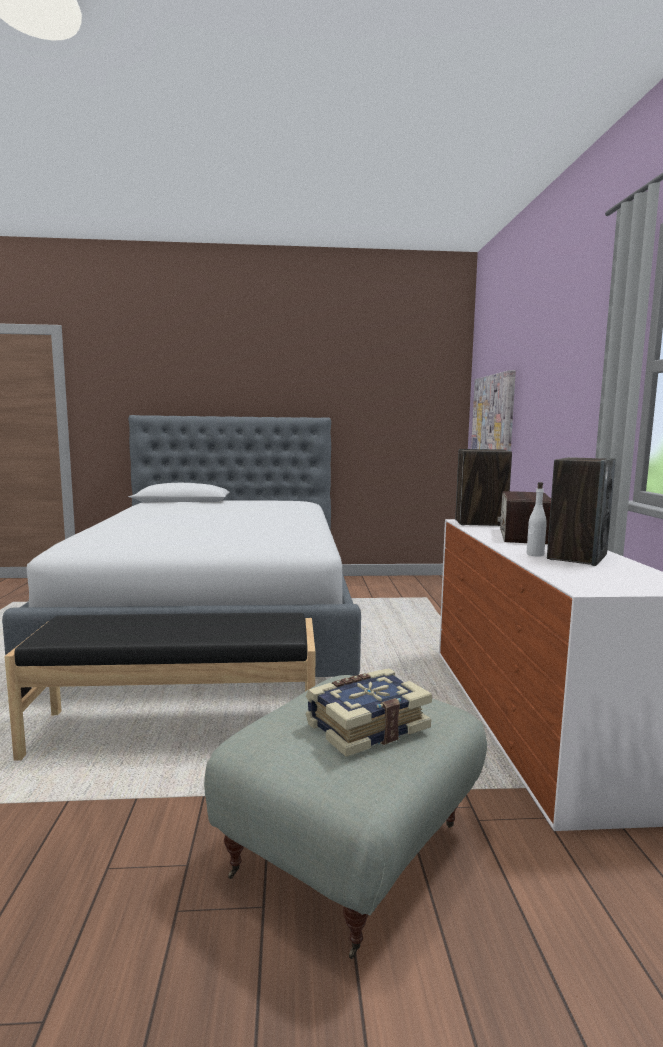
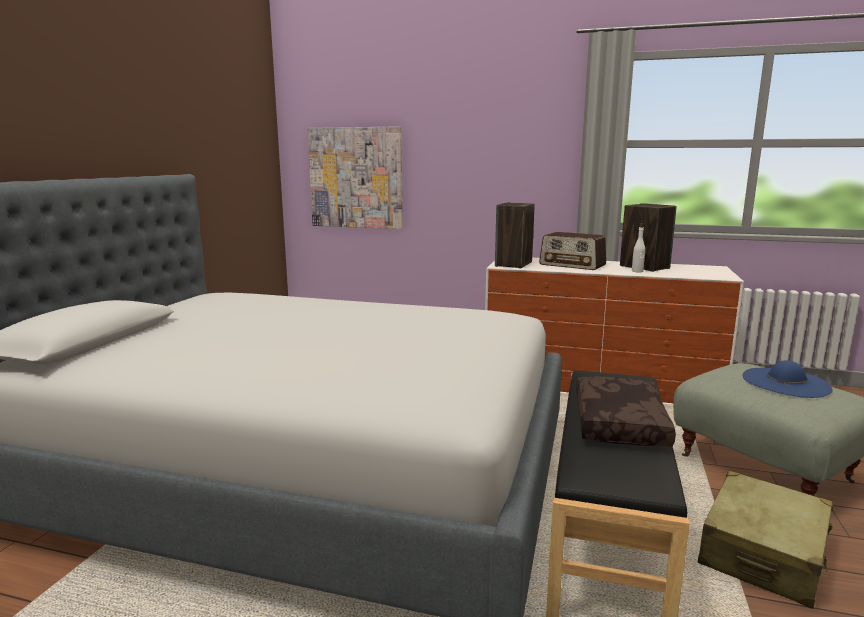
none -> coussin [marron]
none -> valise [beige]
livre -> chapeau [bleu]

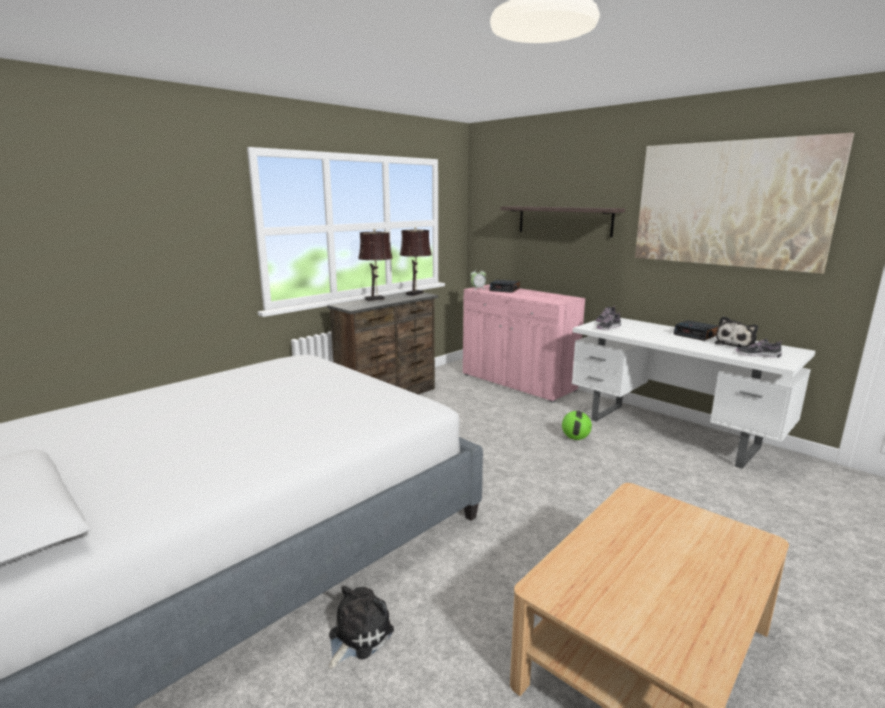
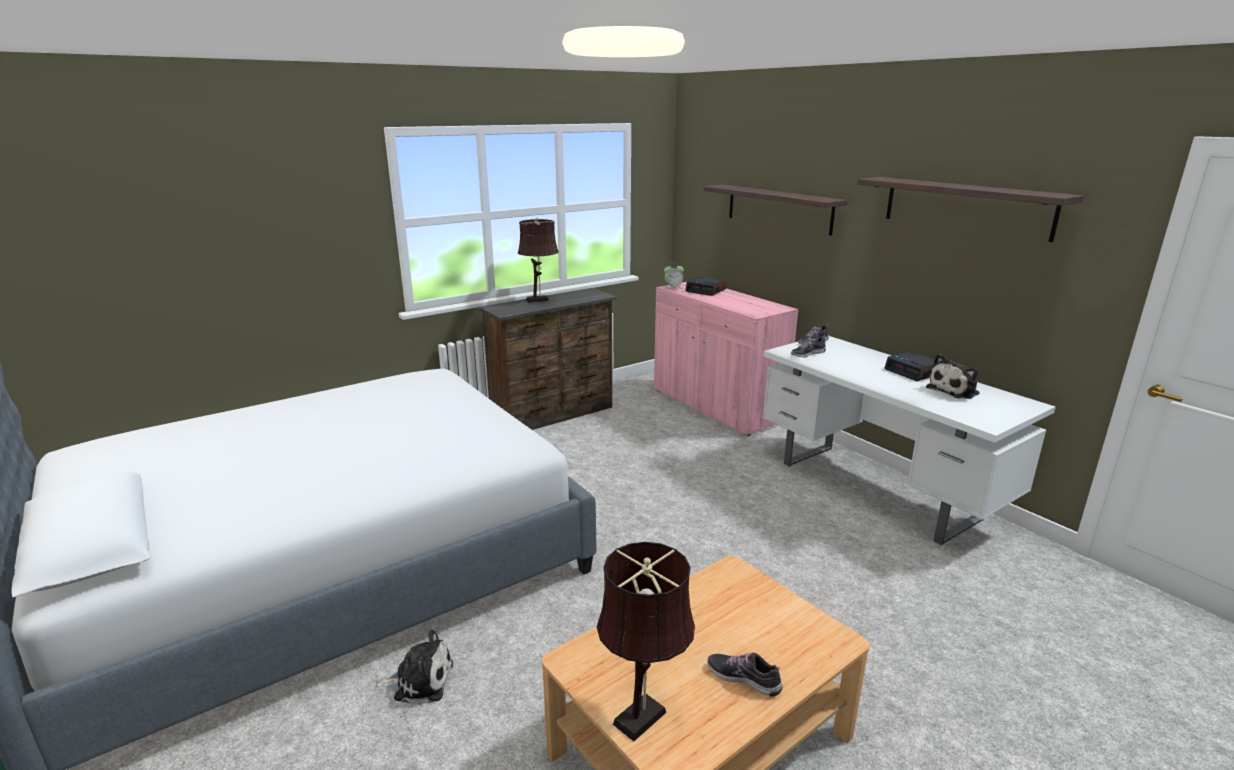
ballon de foot -> none
lampe de table [marron] (no. 2 from left), relocated
chaussure (no. 3 from left in the first image) -> chaussure (no. 1 from left), relocated
tableau -> étagère (no. 2 from left)
peluche (no. 1 from left), 45 degrees clockwise

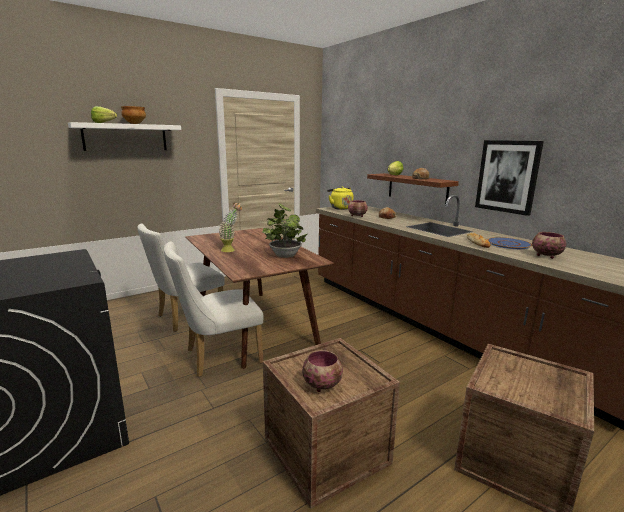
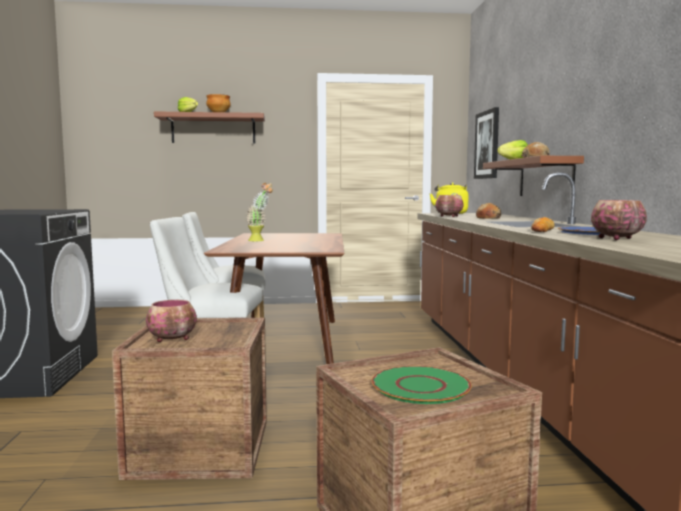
plante en pot (no. 2 from left) -> none
none -> assiette [vert]
tableau, relocated
étagère [blanc] -> étagère [marron] (no. 1 from left)

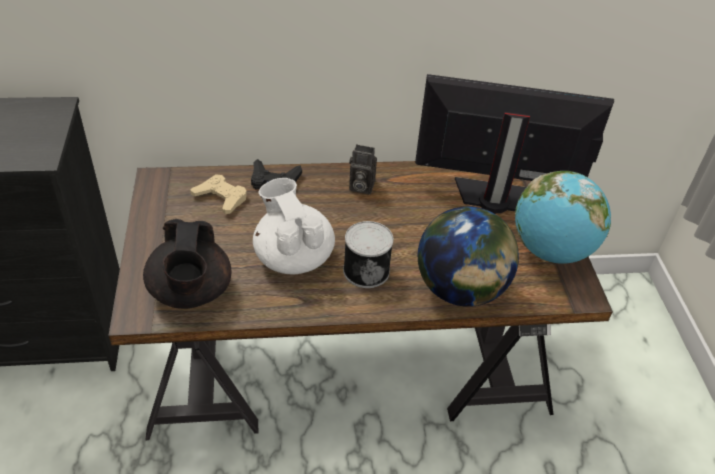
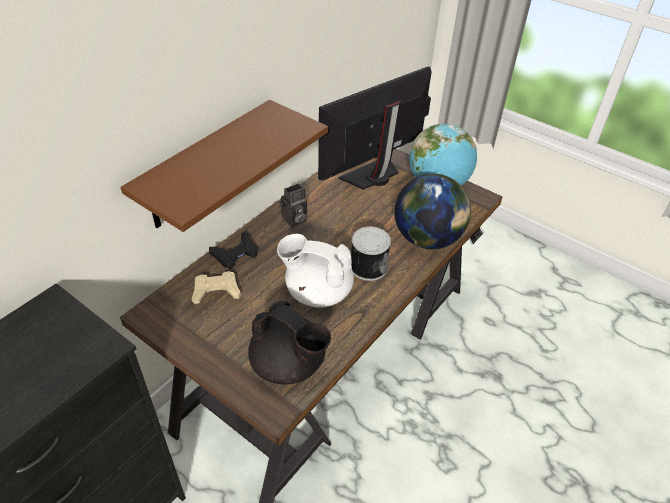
none -> étagère [marron]

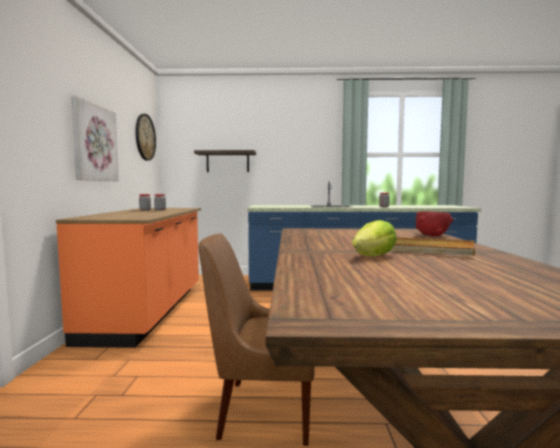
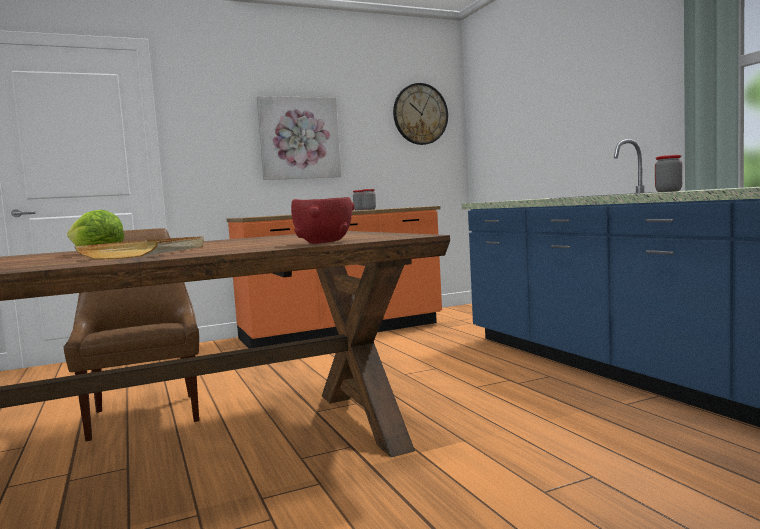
étagère -> none

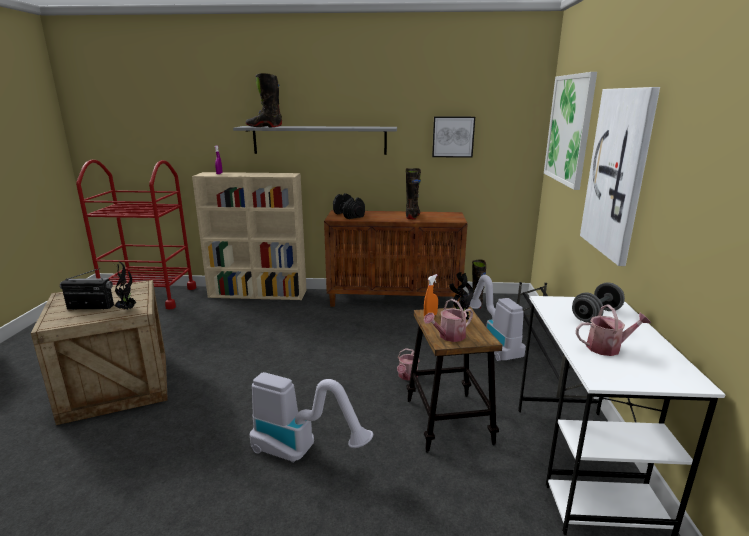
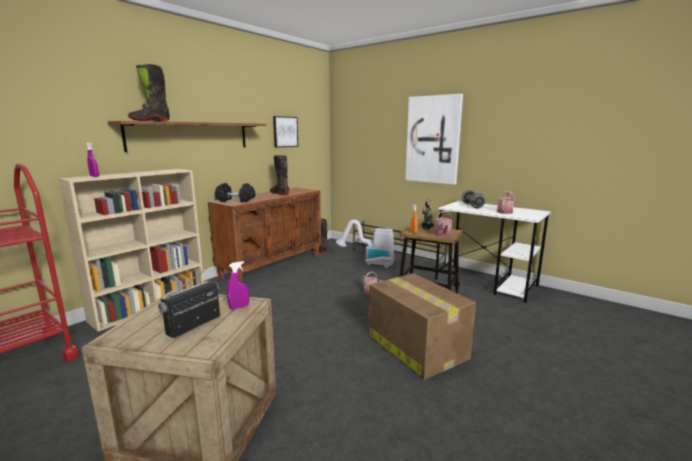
tableau (no. 2 from left) -> none
plante en pot (no. 1 from left) -> vaporisateur [violet] (no. 2 from left)
aspirateur (no. 1 from left) -> carton
étagère [gris] -> étagère [marron]

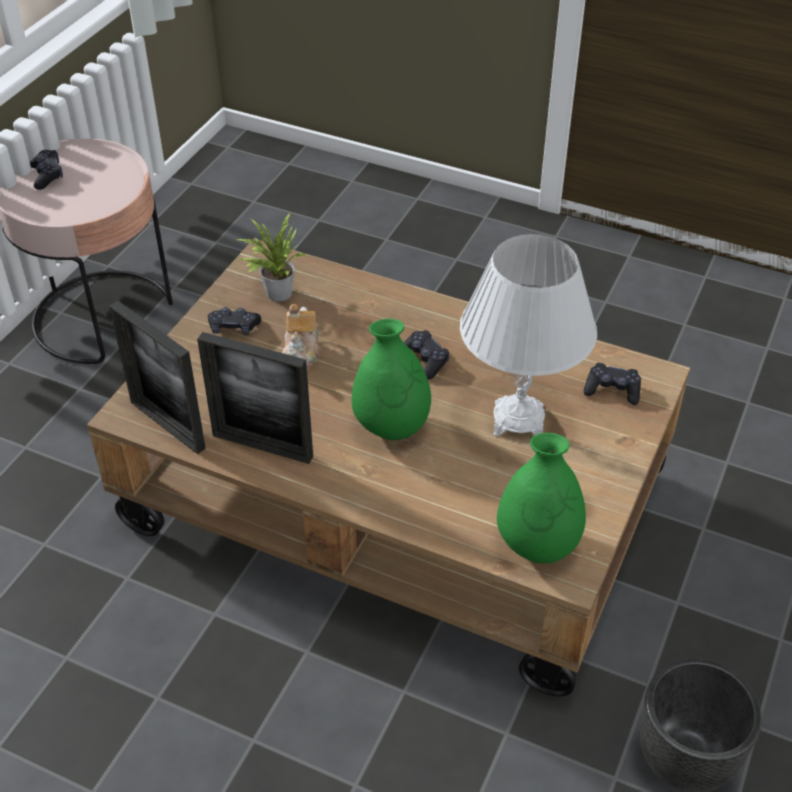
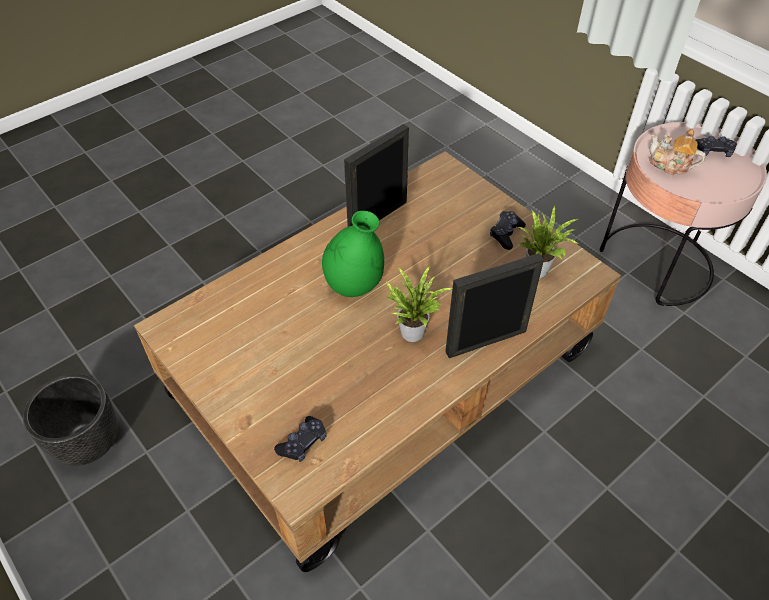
lampe de table [blanc] -> none
vase [vert] (no. 2 from left) -> none
cadre photo (no. 1 from left in the first image) -> cadre photo (no. 2 from left), relocated
théière, relocated
manette [noir] (no. 3 from left) -> plante en pot (no. 1 from left)

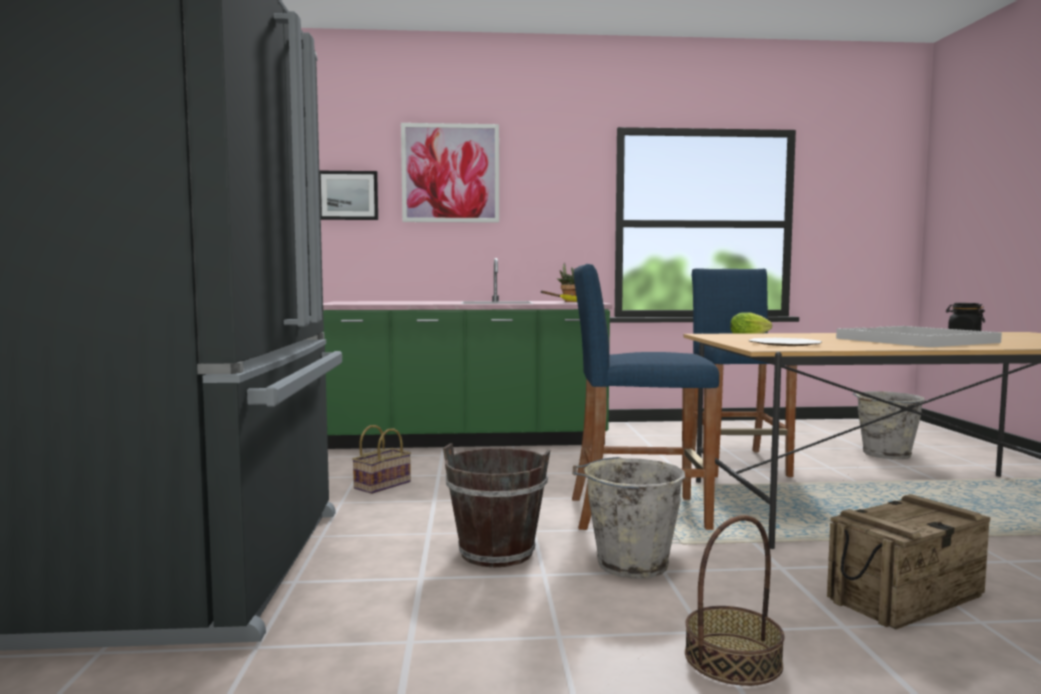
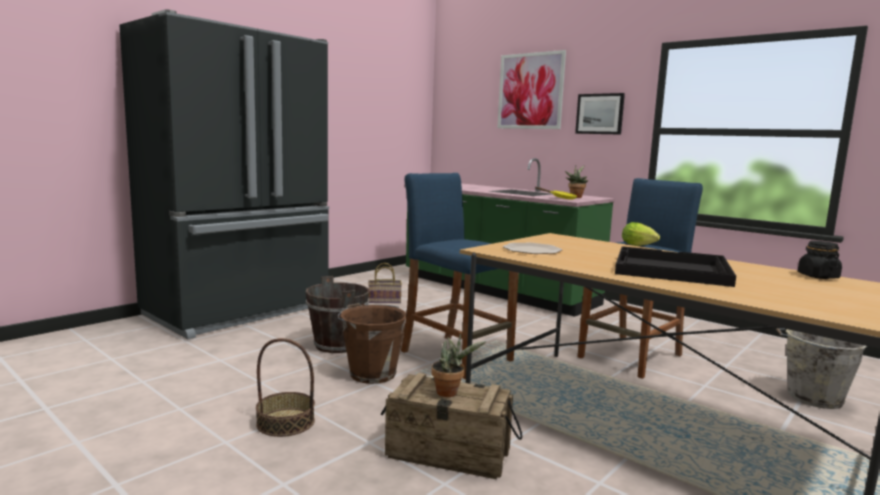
none -> plante en pot (no. 1 from left)
tableau (no. 1 from left in the first image) -> tableau (no. 2 from left), relocated
seau [gris] (no. 1 from left) -> seau [marron] (no. 2 from left)
plateau [blanc] -> plateau [noir]

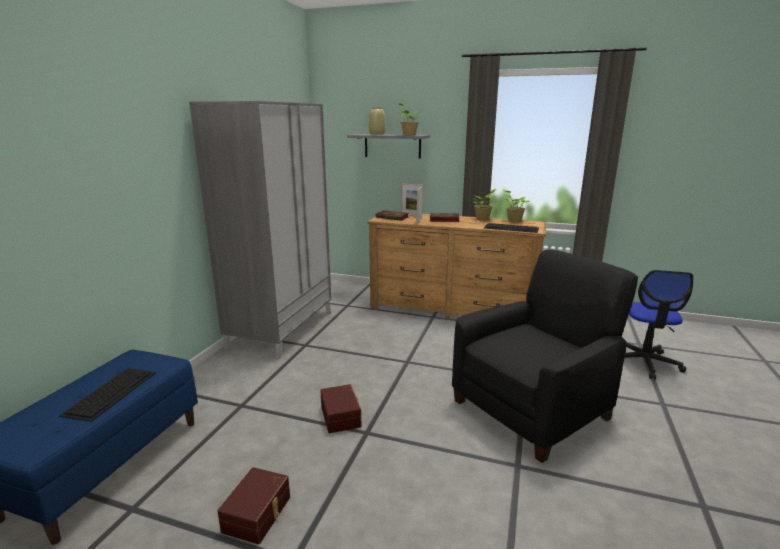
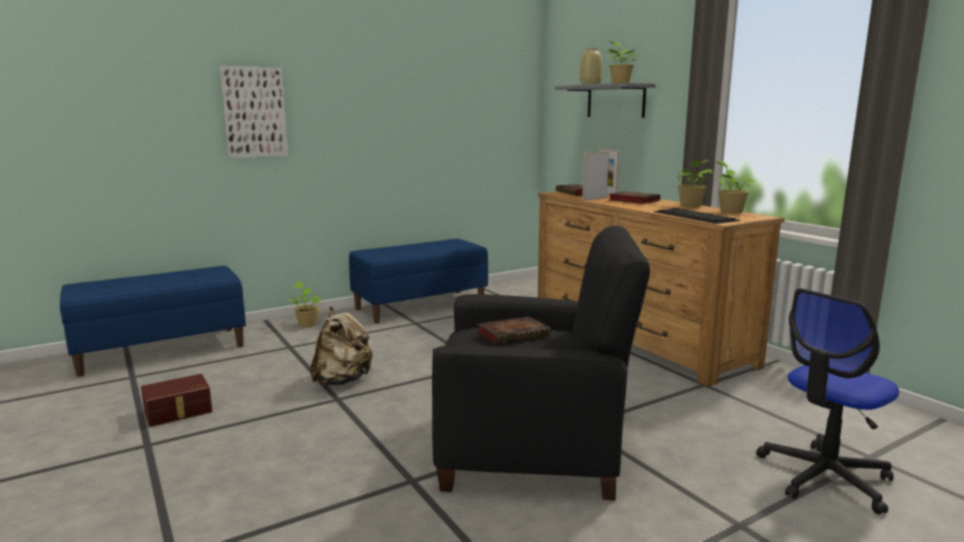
clavier (no. 1 from left) -> none
none -> tableau
none -> plante en pot (no. 1 from left)
none -> livre (no. 1 from left)
armoire [gris] -> banc [bleu] (no. 2 from left)
boîte de rangement [marron] (no. 2 from left) -> sac à dos [beige]

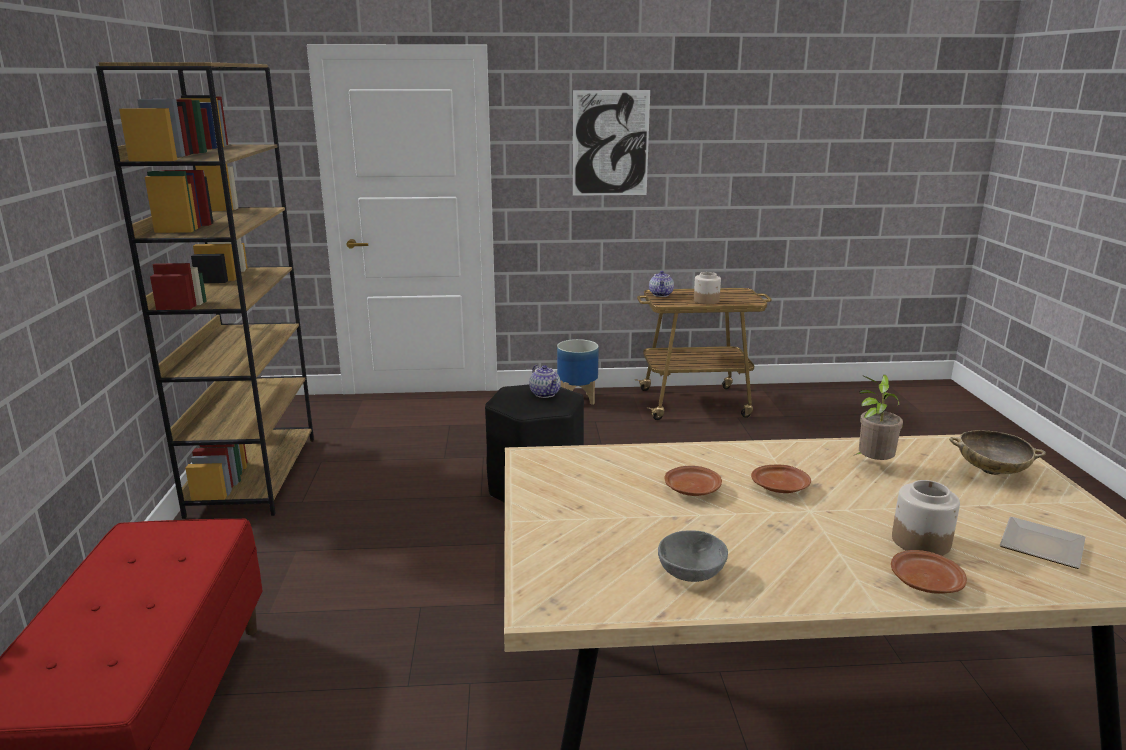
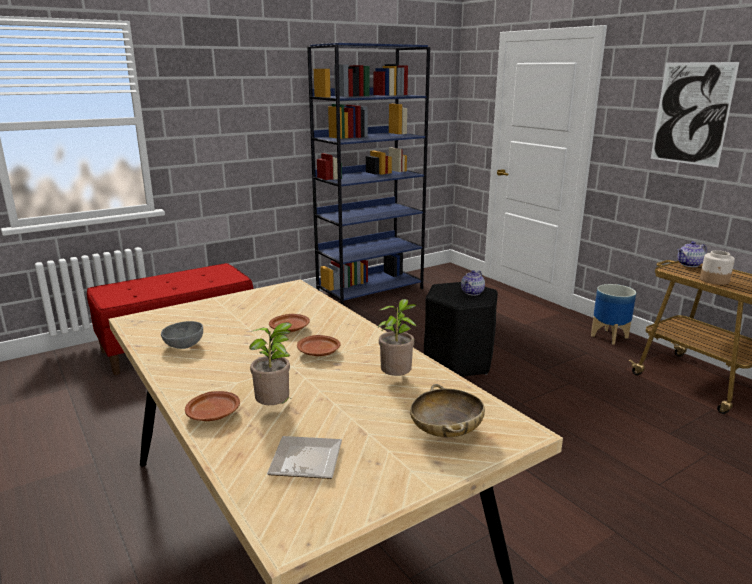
bocal (no. 2 from left) -> plante en pot (no. 1 from left)
bibliothèque [marron] -> bibliothèque [bleu]

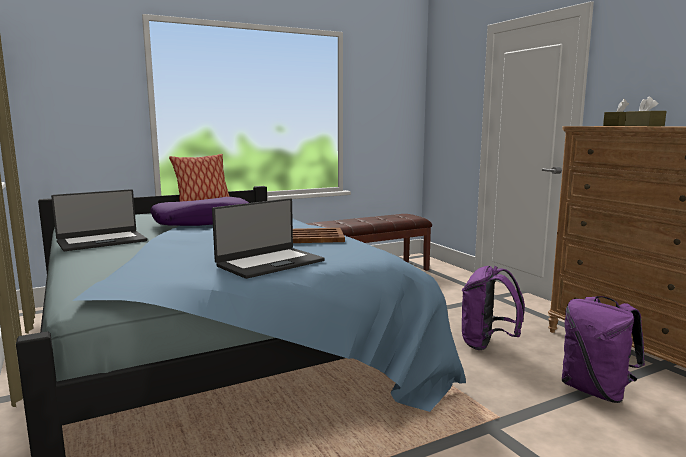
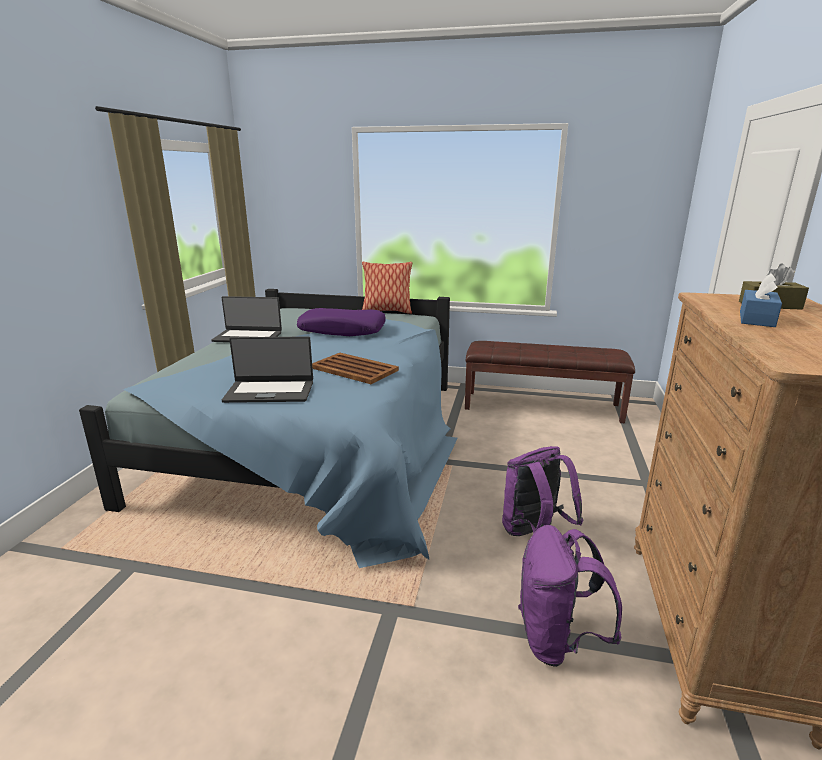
boîte à mouchoirs [marron] (no. 2 from left) -> boîte à mouchoirs [bleu]

